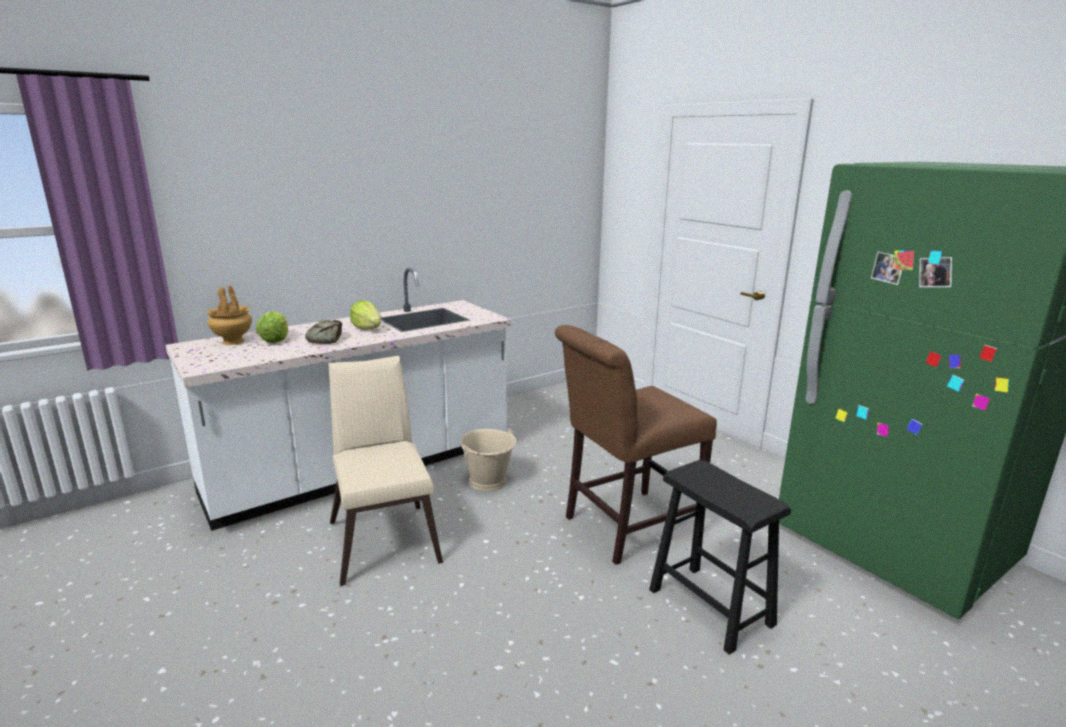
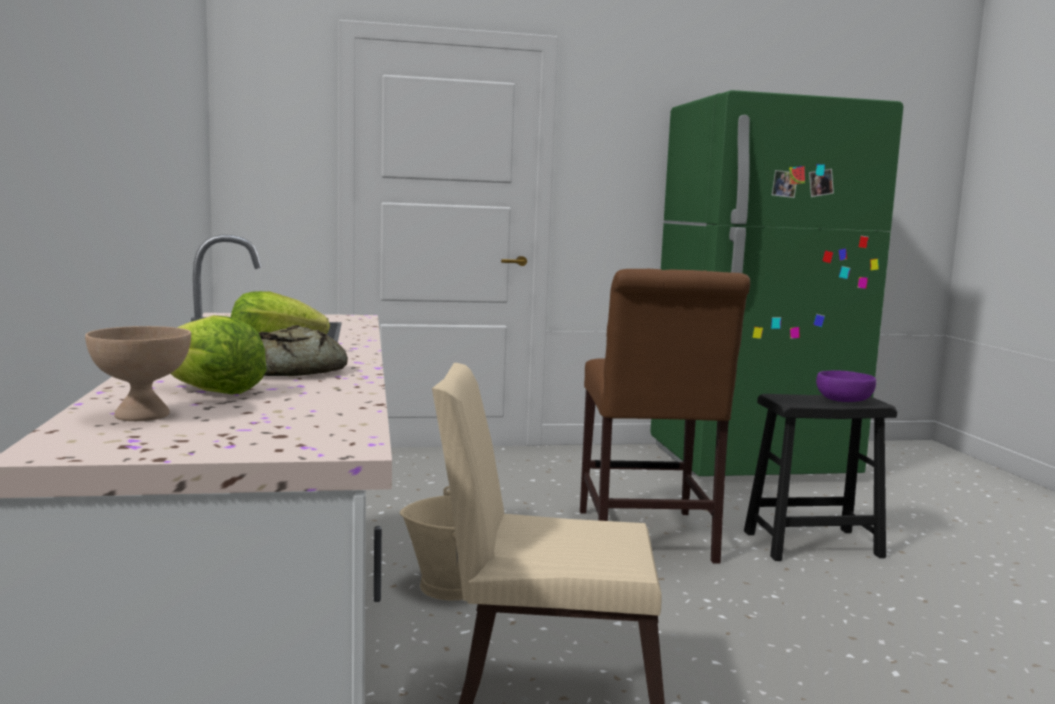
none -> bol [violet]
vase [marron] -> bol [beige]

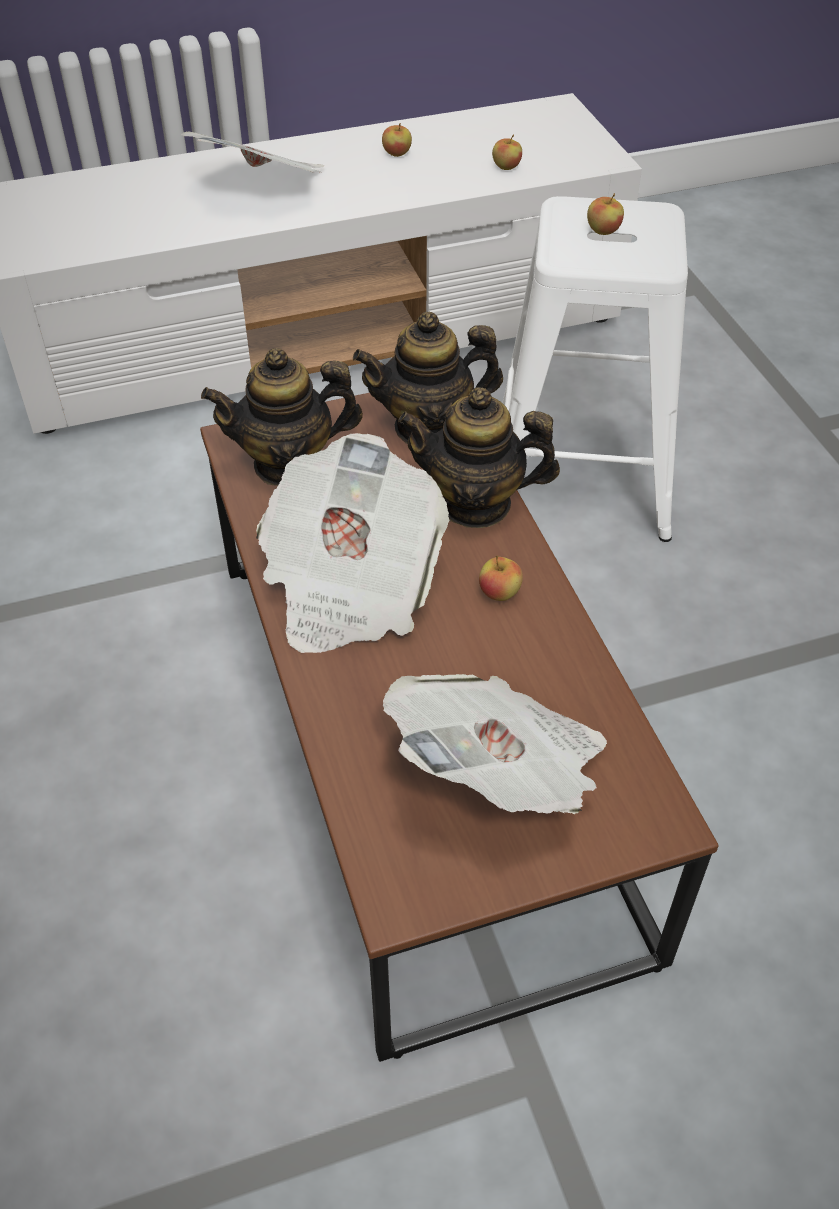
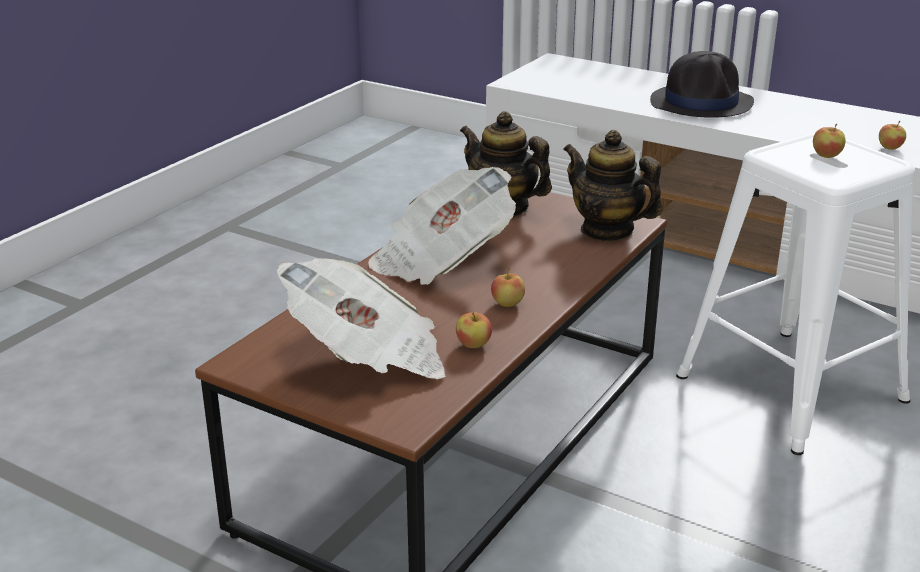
théière (no. 3 from left) -> none
pomme (no. 1 from left), relocated
journal (no. 1 from left) -> chapeau [noir]

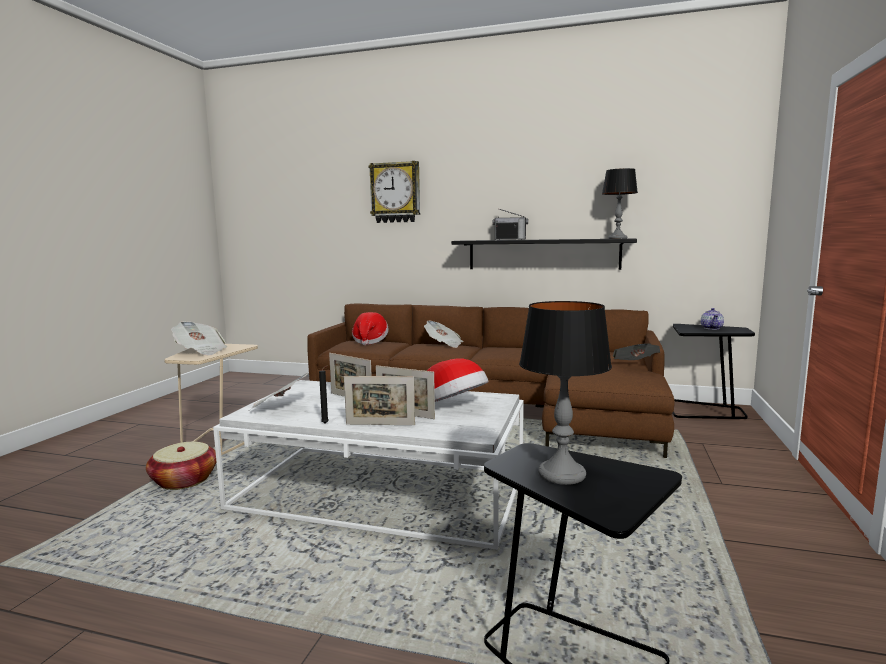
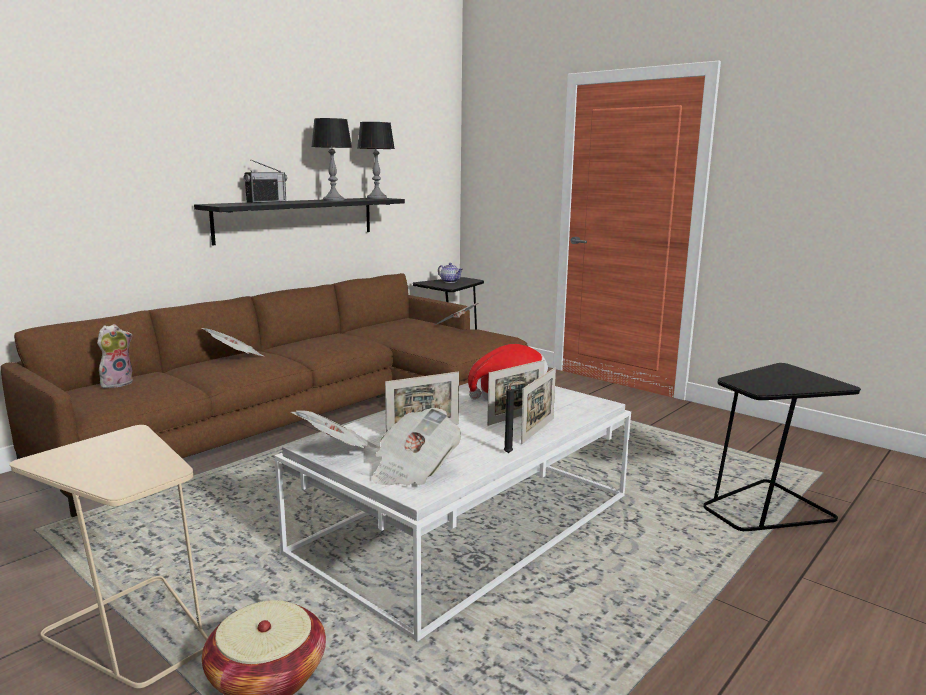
horloge murale -> none
journal (no. 1 from left in the first image) -> journal (no. 2 from left), relocated
lampe de table (no. 1 from left), relocated
chapeau (no. 1 from left) -> peluche

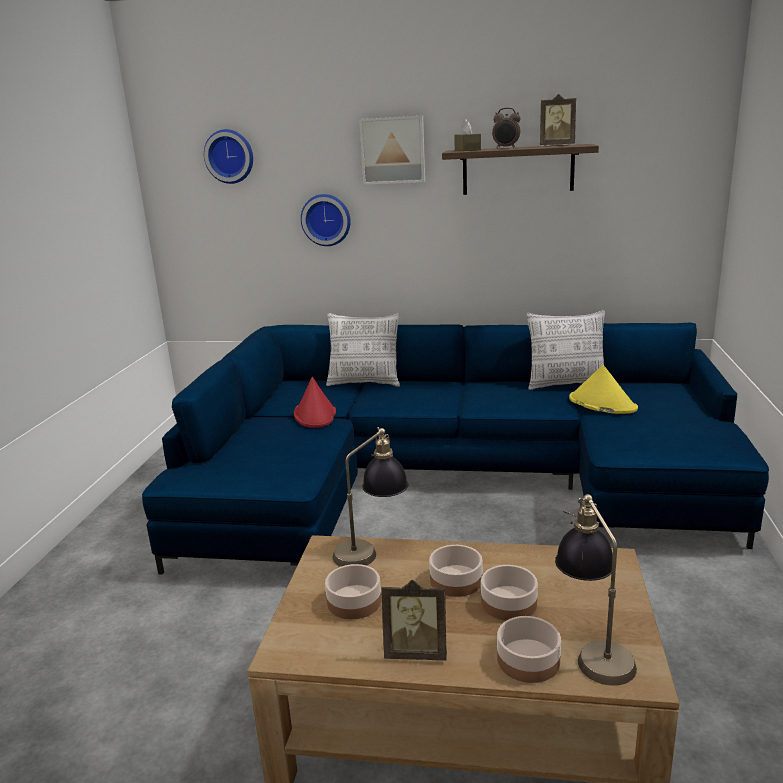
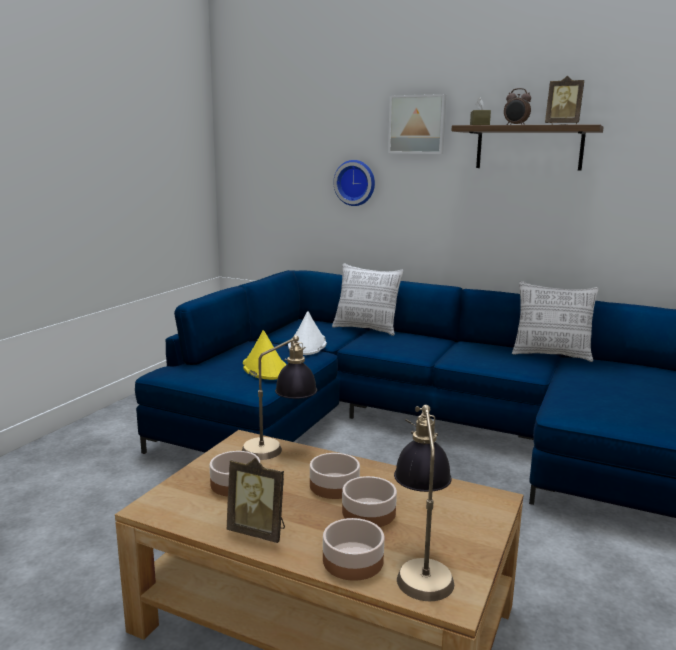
horloge murale (no. 1 from left) -> none
chapeau [jaune], relocated
chapeau [rouge] -> chapeau [blanc]

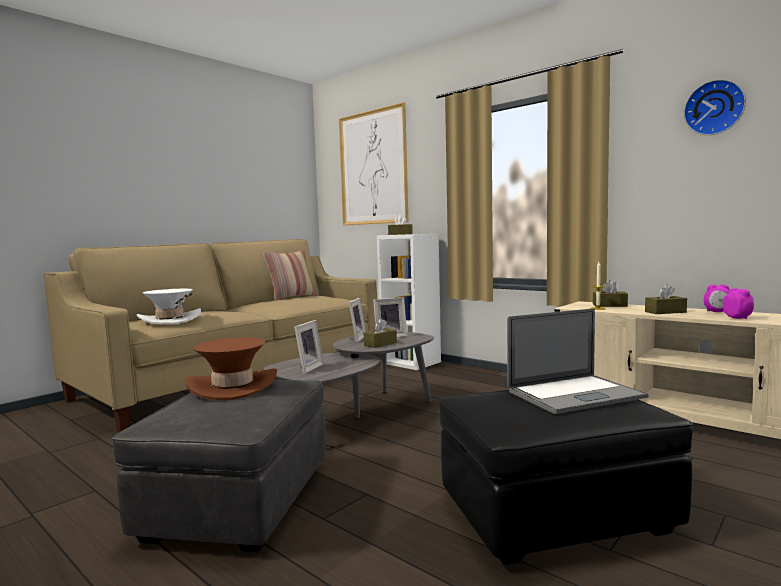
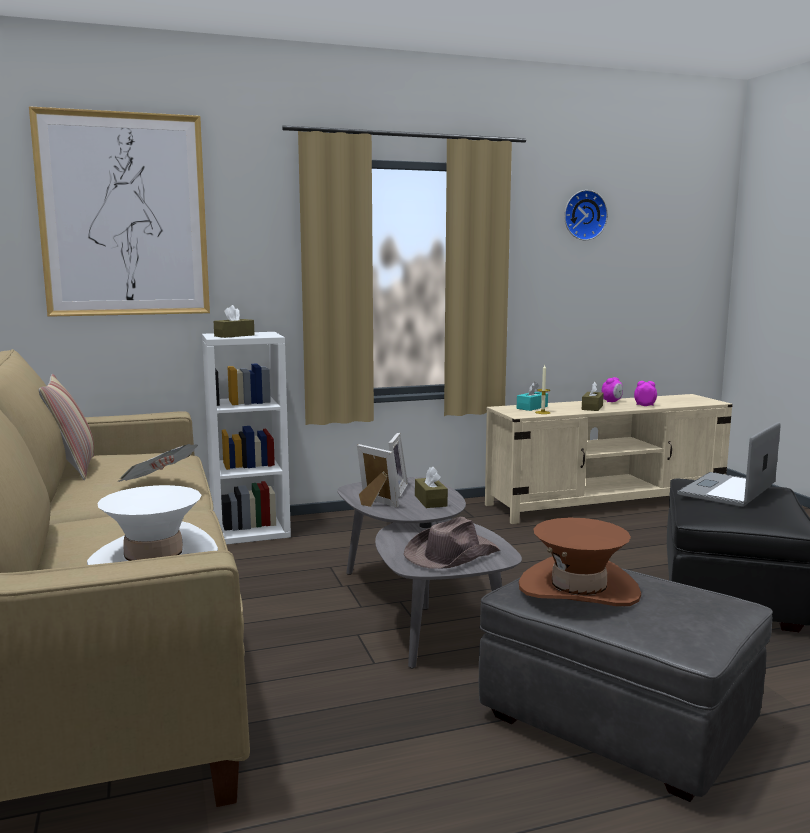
none -> journal
cadre photo (no. 1 from left) -> chapeau [marron] (no. 1 from left)
boîte à mouchoirs [marron] (no. 3 from left) -> boîte à mouchoirs [turquoise]
ordinateur portable, 150 degrees counterclockwise

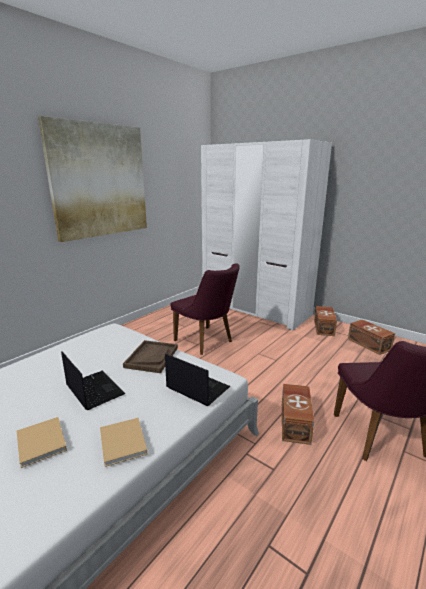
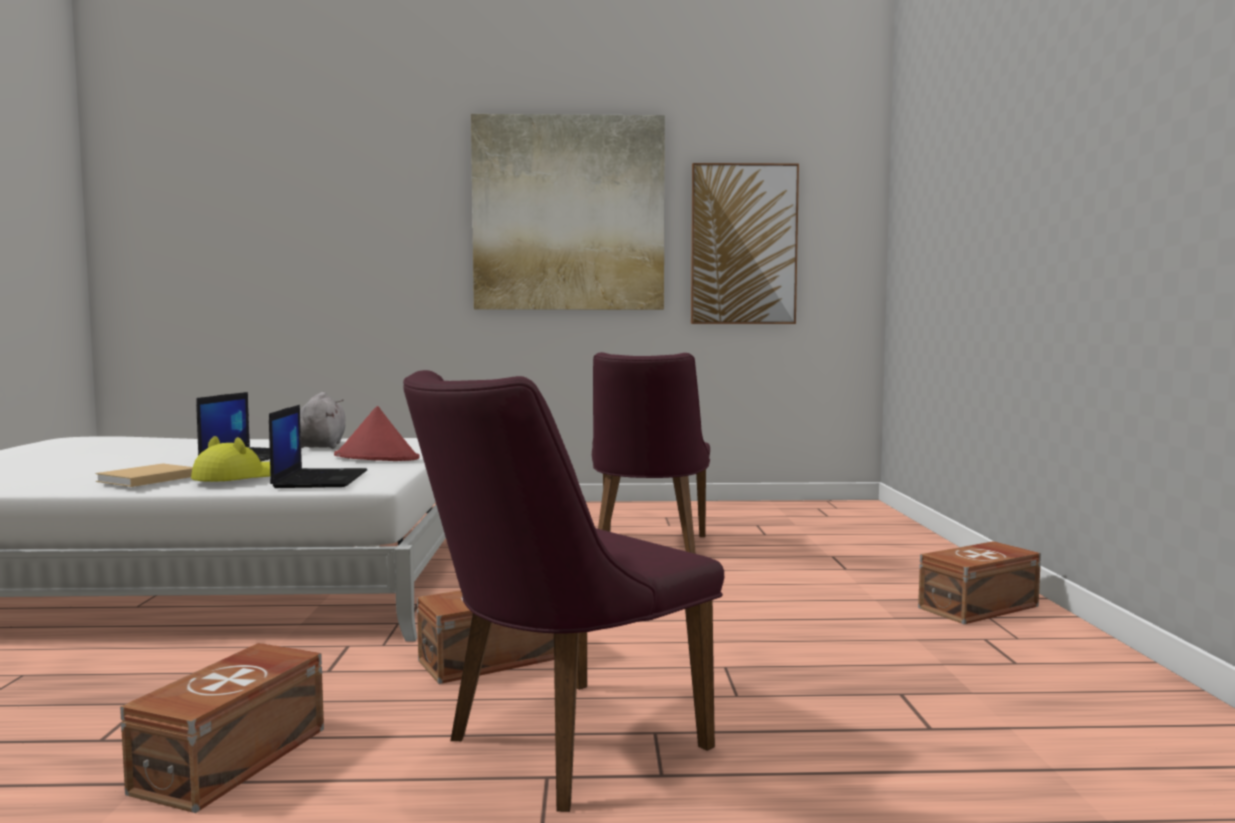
livre [beige] (no. 1 from left) -> none
armoire [blanc] -> none
none -> chapeau [jaune]
none -> peluche [gris]
none -> tableau (no. 2 from left)
boîte de rangement [marron] (no. 3 from left in the first image) -> boîte de rangement [marron] (no. 1 from left), relocated
plateau [marron] -> chapeau [rouge]

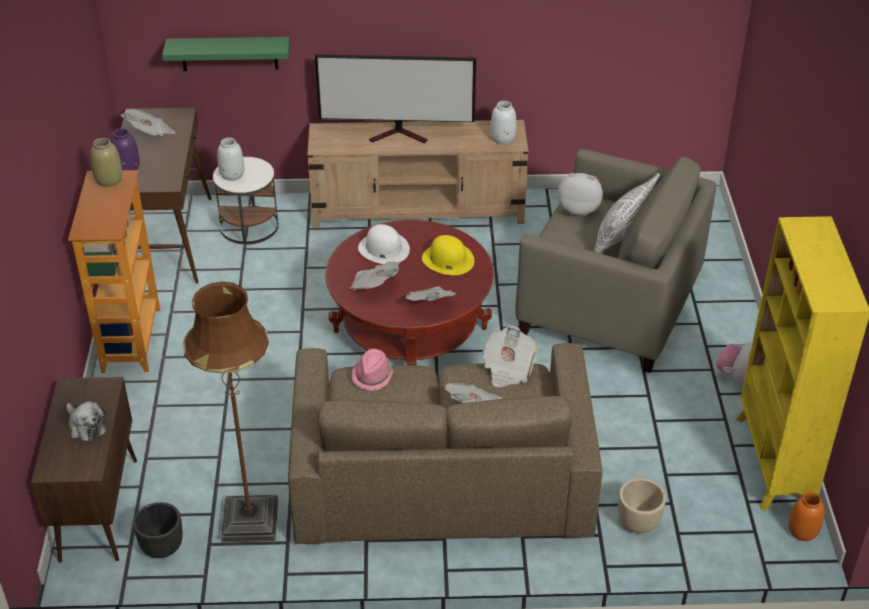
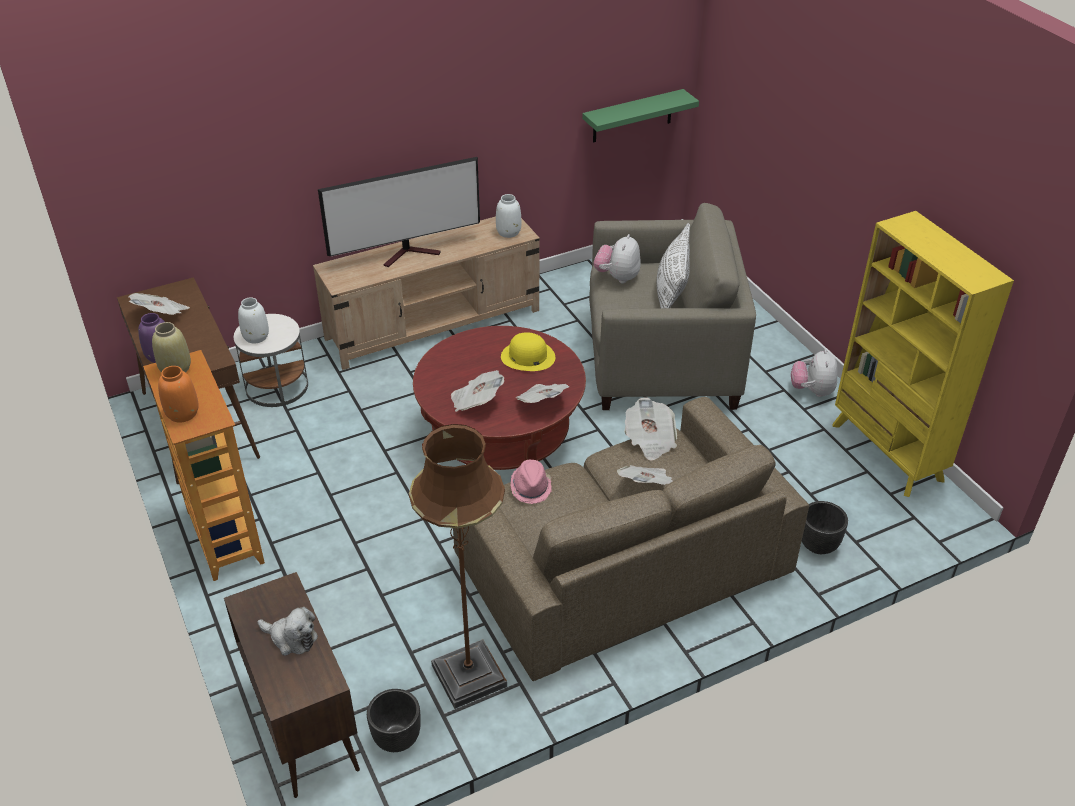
chapeau [blanc] -> none
étagère [vert], relocated
vase [orange], relocated
cache-pot [beige] -> cache-pot [noir] (no. 2 from left)
peluche (no. 2 from left), 60 degrees counterclockwise

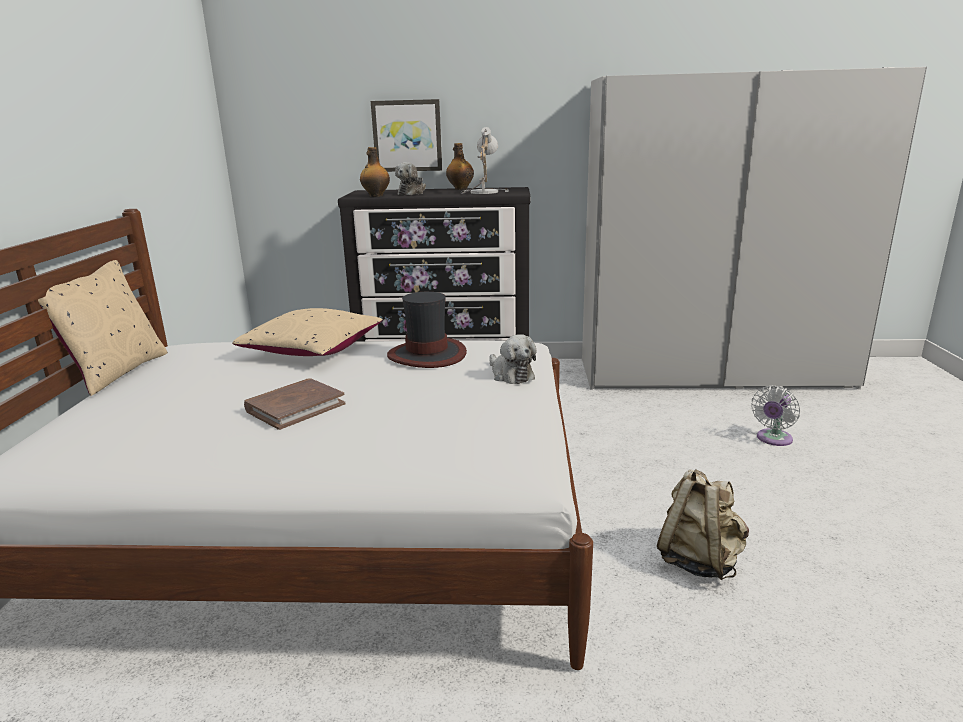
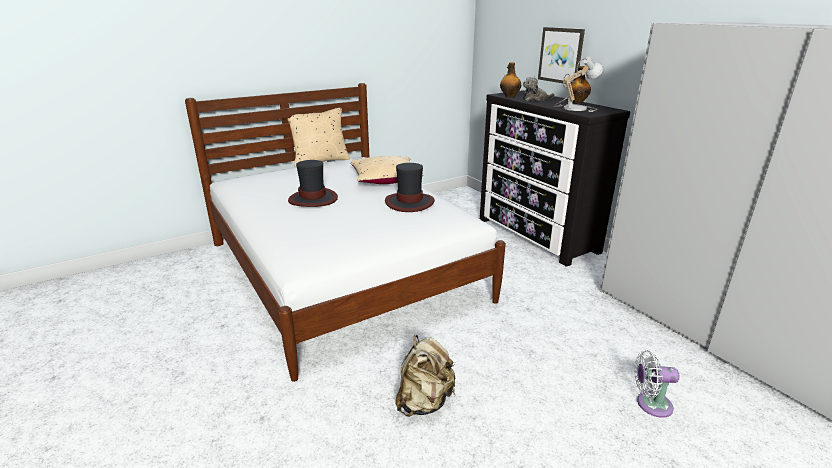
peluche (no. 2 from left) -> none
livre [marron] -> chapeau (no. 1 from left)

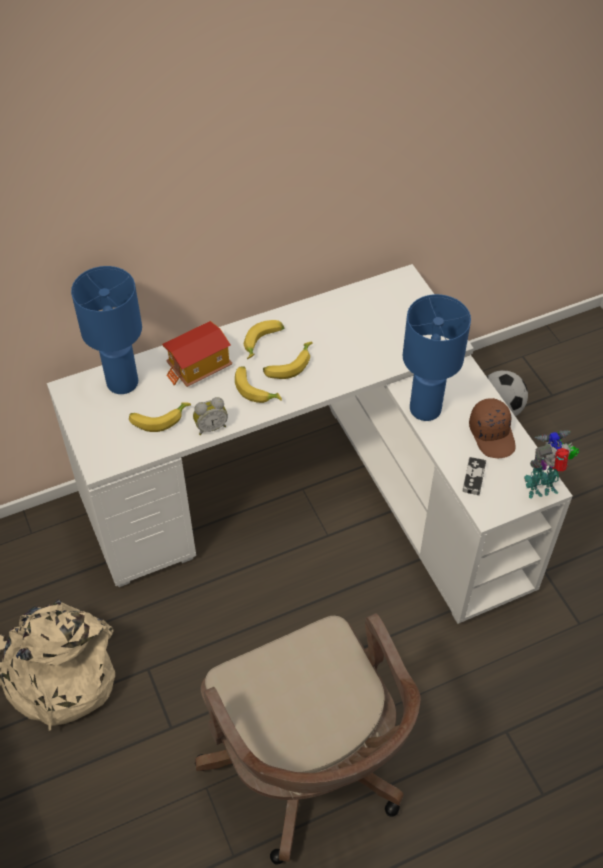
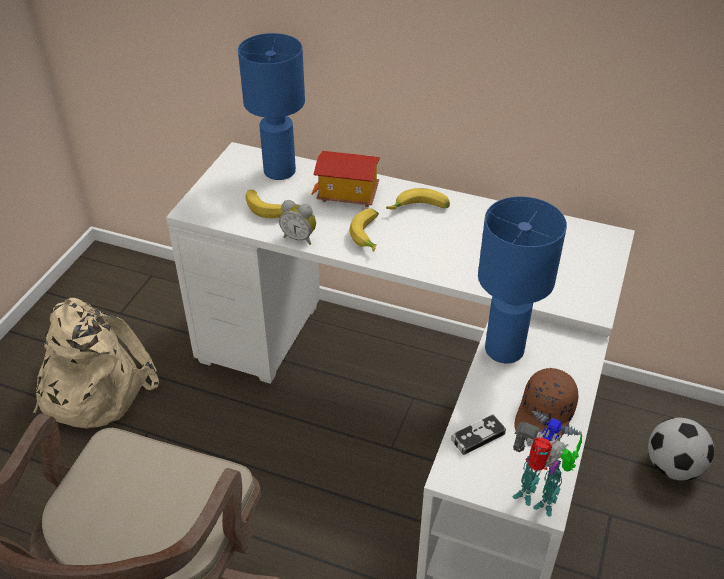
banane (no. 4 from left) -> none

